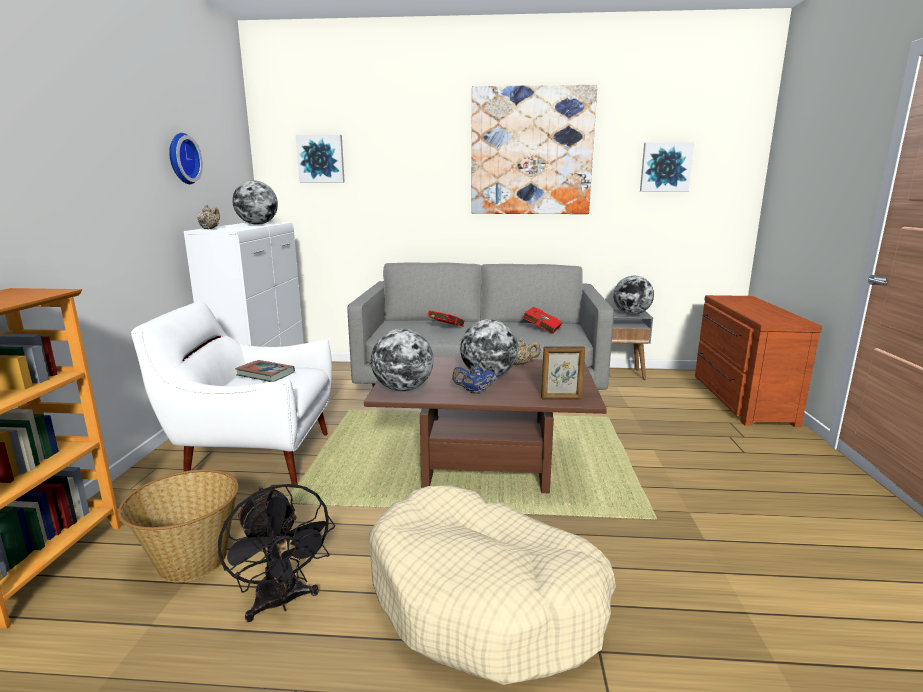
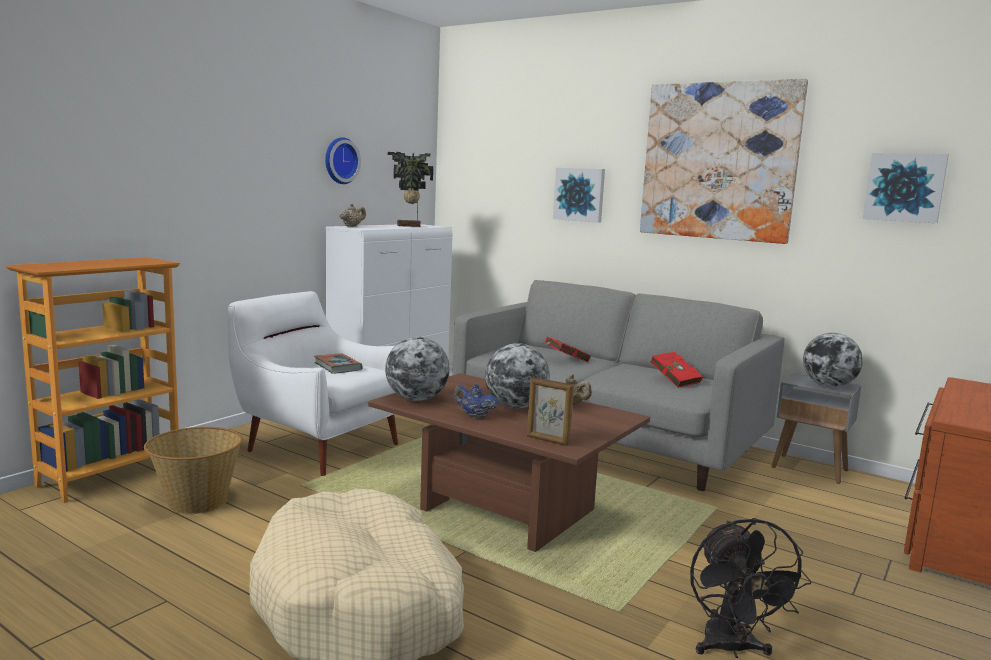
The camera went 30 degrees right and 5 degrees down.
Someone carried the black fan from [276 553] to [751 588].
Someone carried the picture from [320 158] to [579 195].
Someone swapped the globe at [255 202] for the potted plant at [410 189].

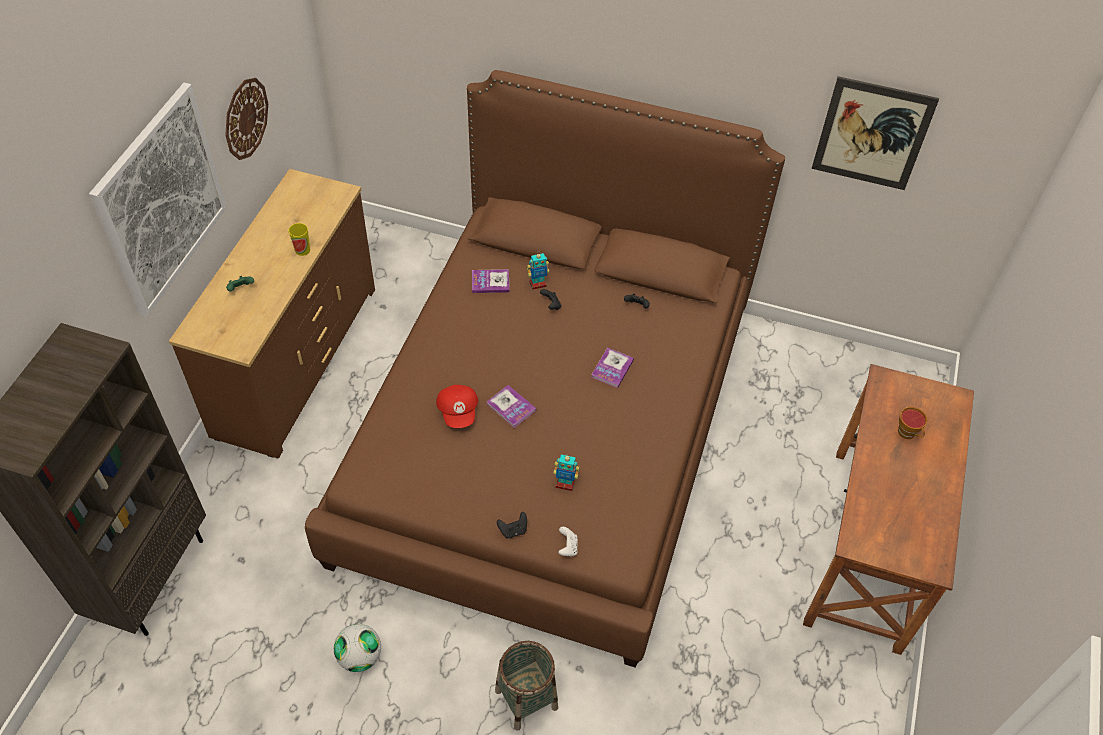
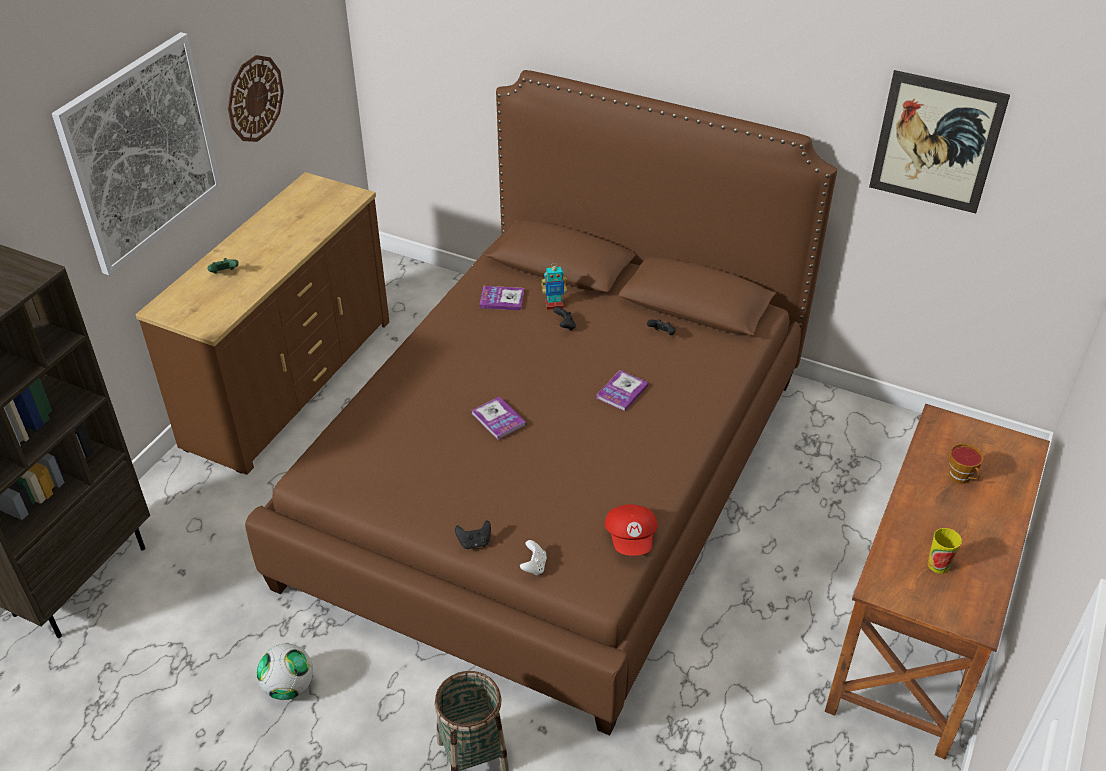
The camera went 10 degrees right and 10 degrees down.
Someone took away the toy robot at [567 472].
Someone carried the cup from [299 239] to [945 550].
Someone carried the red cap from [457 406] to [631 530].

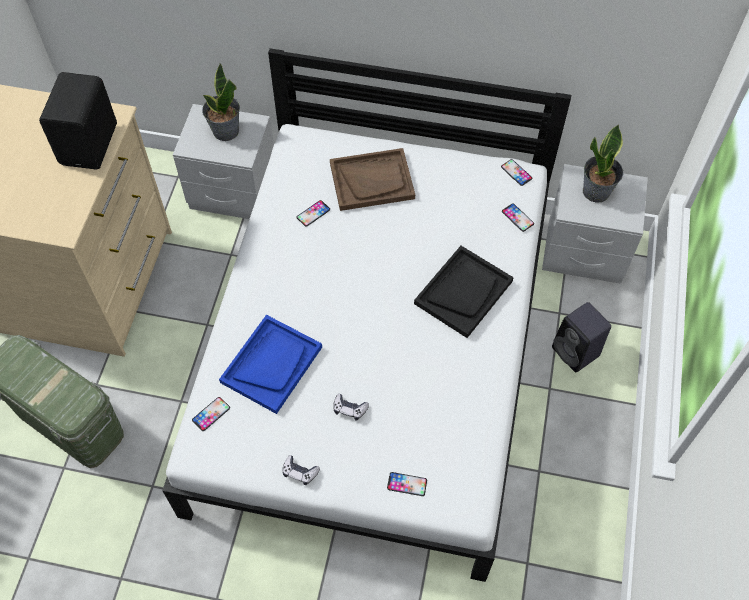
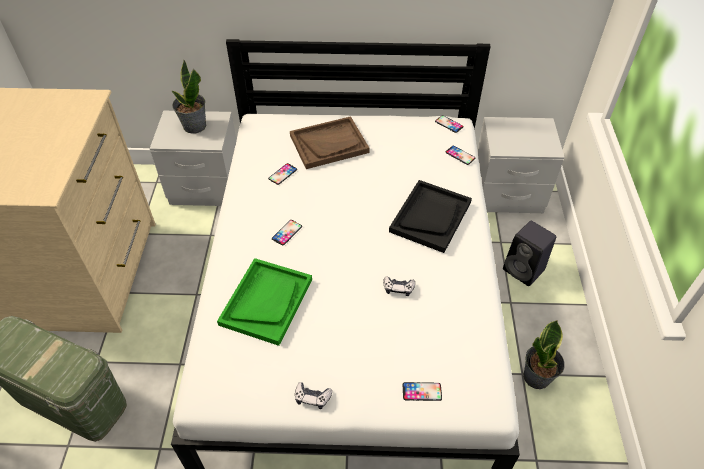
The camera went 10 degrees left and 10 degrees down.
Someone took away the black speaker at [78 120].
Someone carried the phone from [211 414] to [287 233].
Someone carried the game controller from [351 407] to [399 286].
Someone carried the potted plant from [603 163] to [544 354].
Someone repainted the blue tray at [270 364], which became the green tray at [264 302].

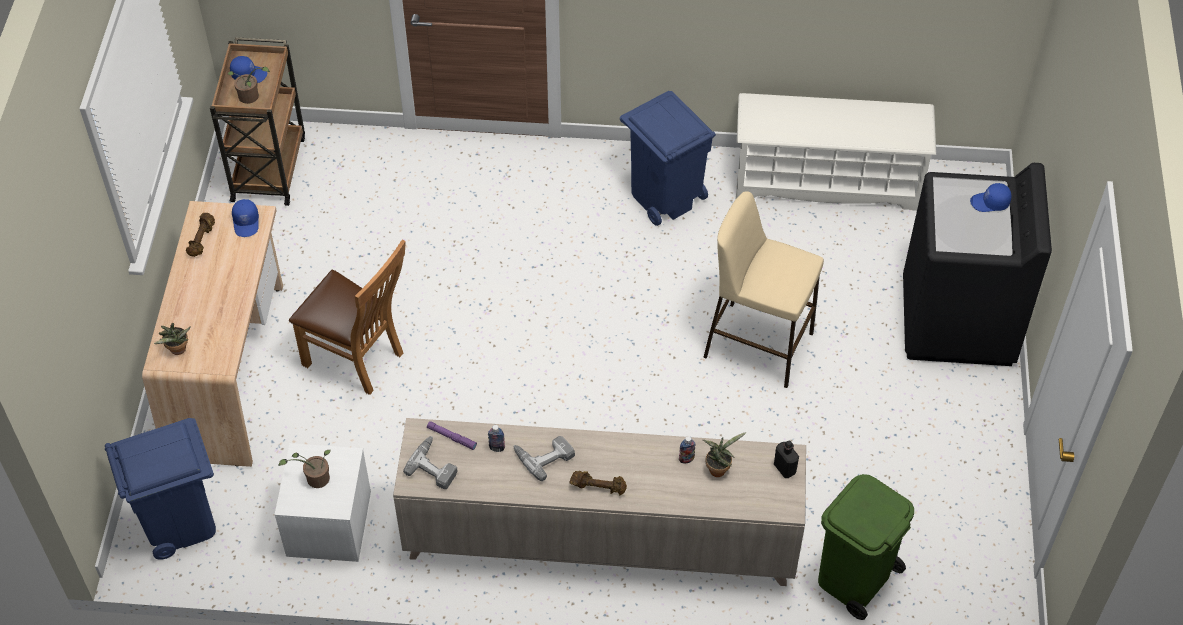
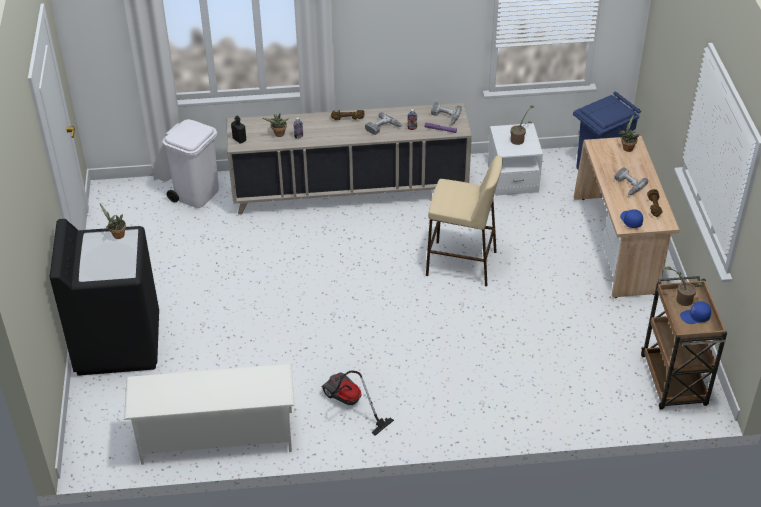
The camera went 170 degrees right and 10 degrees down.
Someone took away the brown chair at [347 317].
Someone took away the blue cap at [990 197].
Someone put down the potted plant at [113 221].
Someone put down the power drill at [631 181].
Someone carried the beige stool from [763 289] to [464 220].
Someone swapped the blue trash can at [668 158] for the vacuum cleaner at [358 403].
Someone repainted the green trash can at [866 547], which became the white trash can at [191 163].

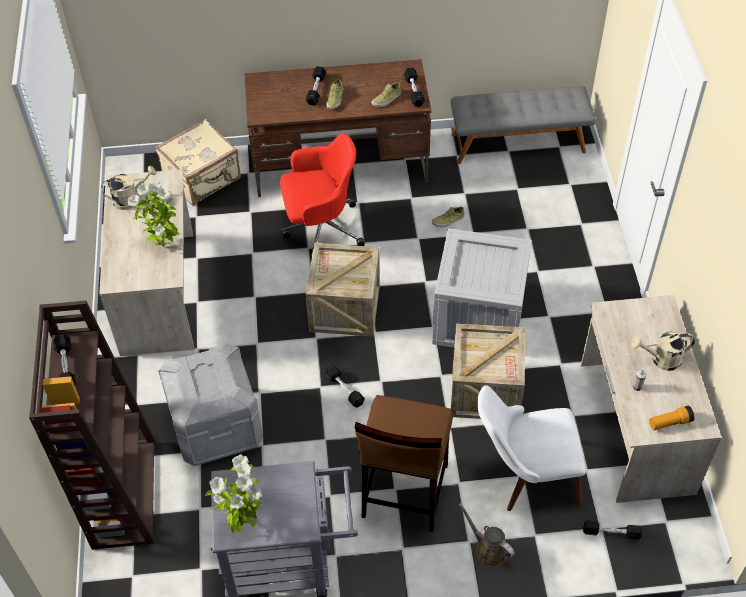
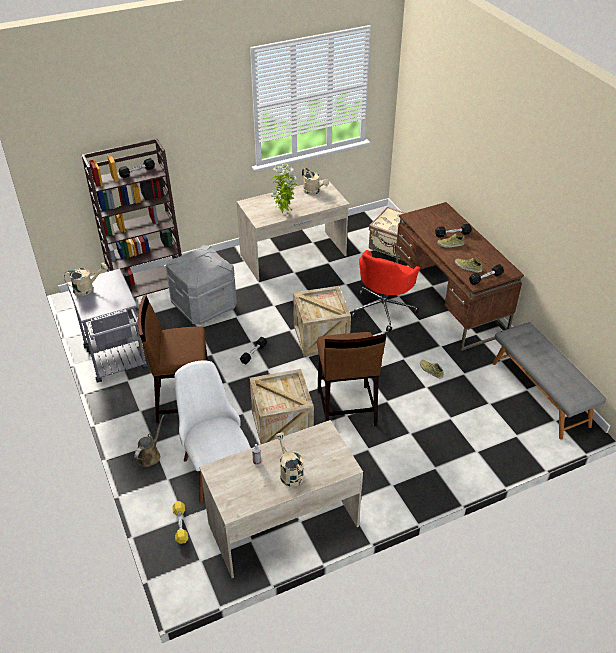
The camera went 70 degrees right and 10 degrees down.
Someone took away the flashlight at [672 418].
Someone swapped the potted plant at [233 493] for the beige watering can at [86 279].
Someone swapped the crate at [482 287] for the brown stool at [351 379].
Someone repainted the black dumbbell at [612 530], which became the yellow dumbbell at [180 522].
Someone rotated the red office chair at [322 195] by 60 degrees clockwise.

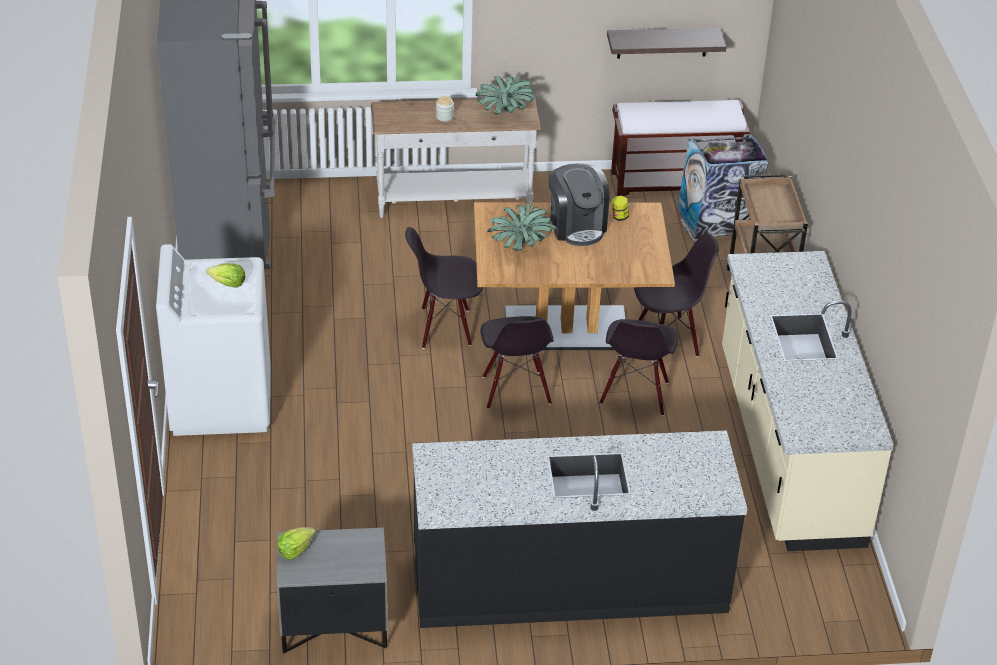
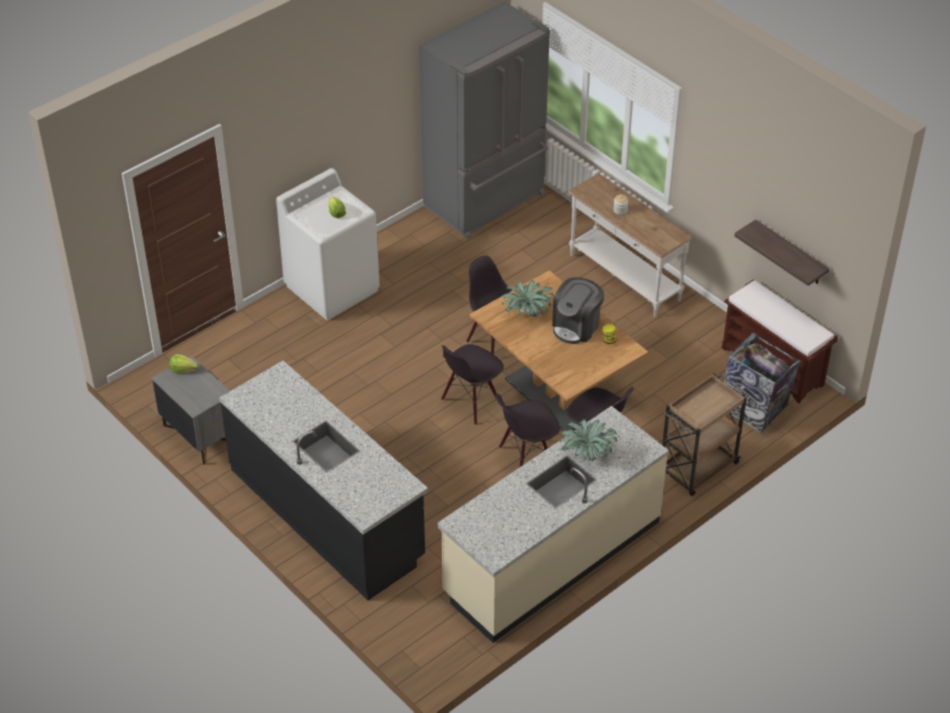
The camera went 55 degrees right and 5 degrees up.
Someone carried the potted plant from [506 94] to [588 440].

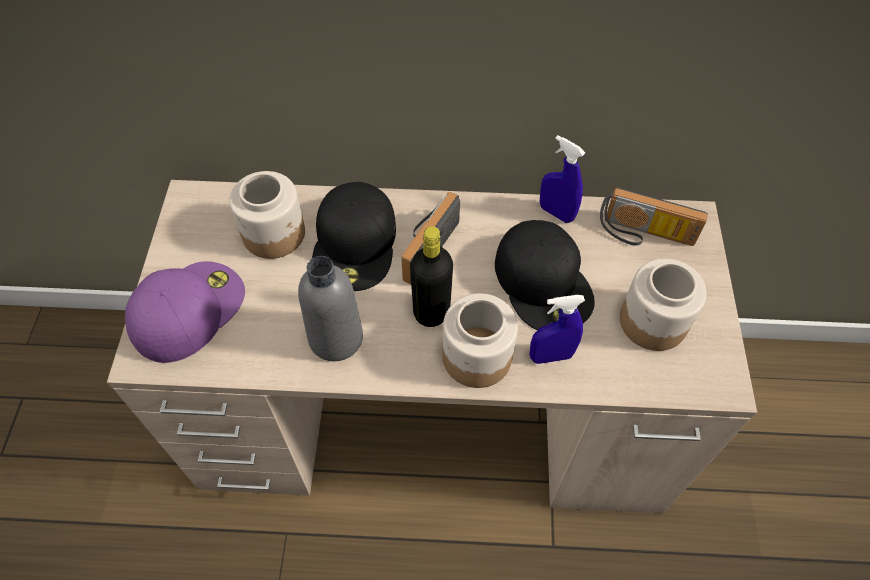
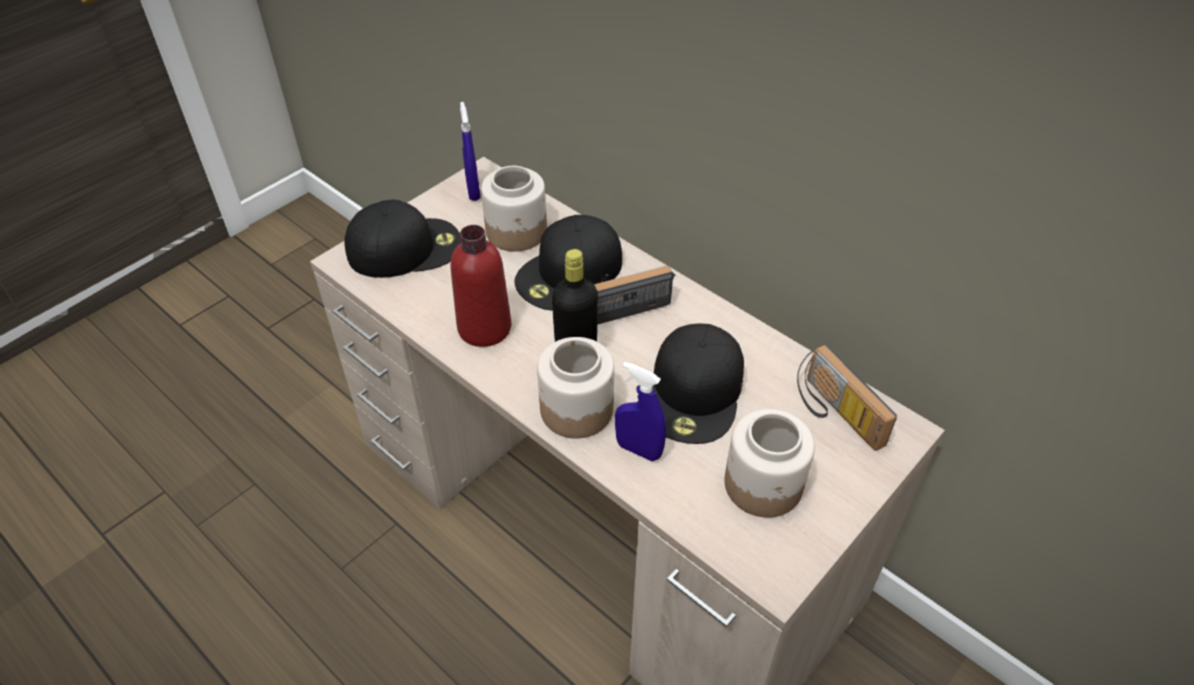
The camera went 40 degrees right and 10 degrees down.
Someone carried the blue spray bottle from [562 179] to [470 151].
Someone repainted the purple cap at [185 312], which became the black cap at [402 239].
Someone repainted the grey bottle at [330 308], which became the red bottle at [481 286].

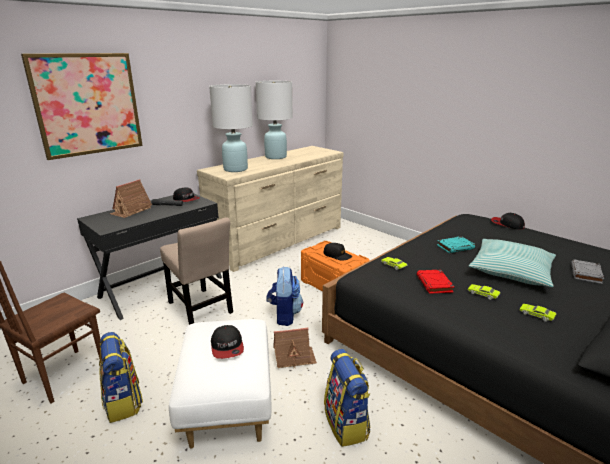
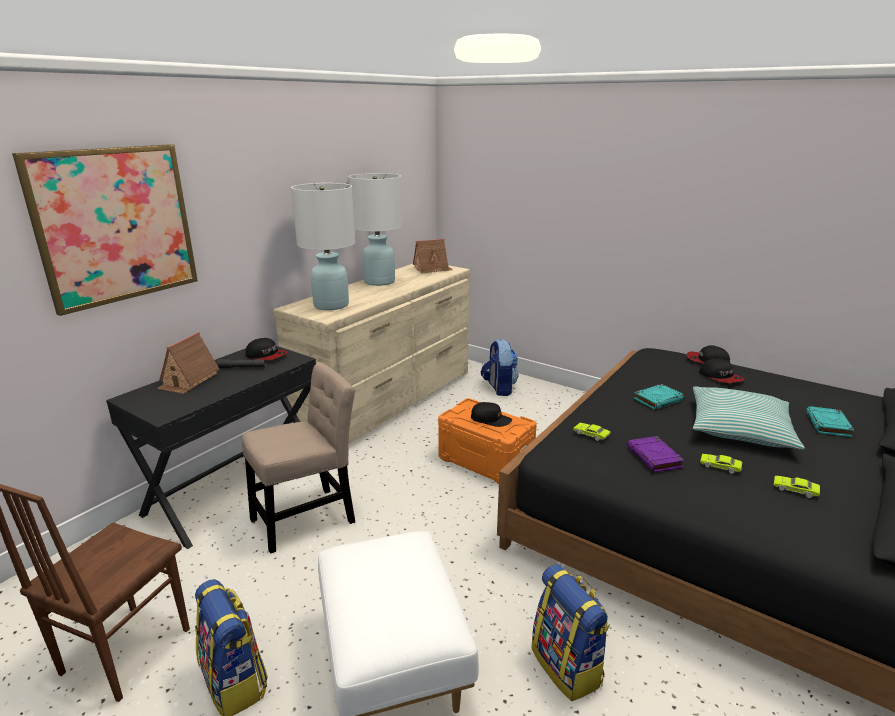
The camera went 10 degrees left and 0 degrees up.
Someone carried the cap from [227 342] to [722 371].
Someone carried the backpack from [285 296] to [500 367].
Someone carried the toy house from [295 348] to [433 256].
Someone repainted the red book at [435 282], which became the purple book at [655 454].
Someone repainted the grey book at [587 271], which became the turquoise book at [830 421].
Someone rotated the beige chair at [196 271] by 75 degrees counterclockwise.

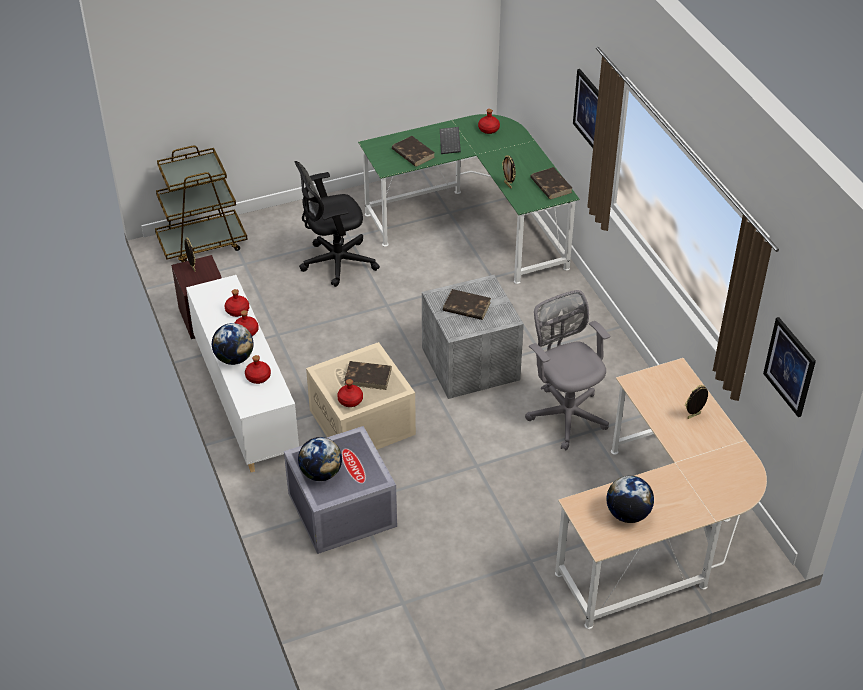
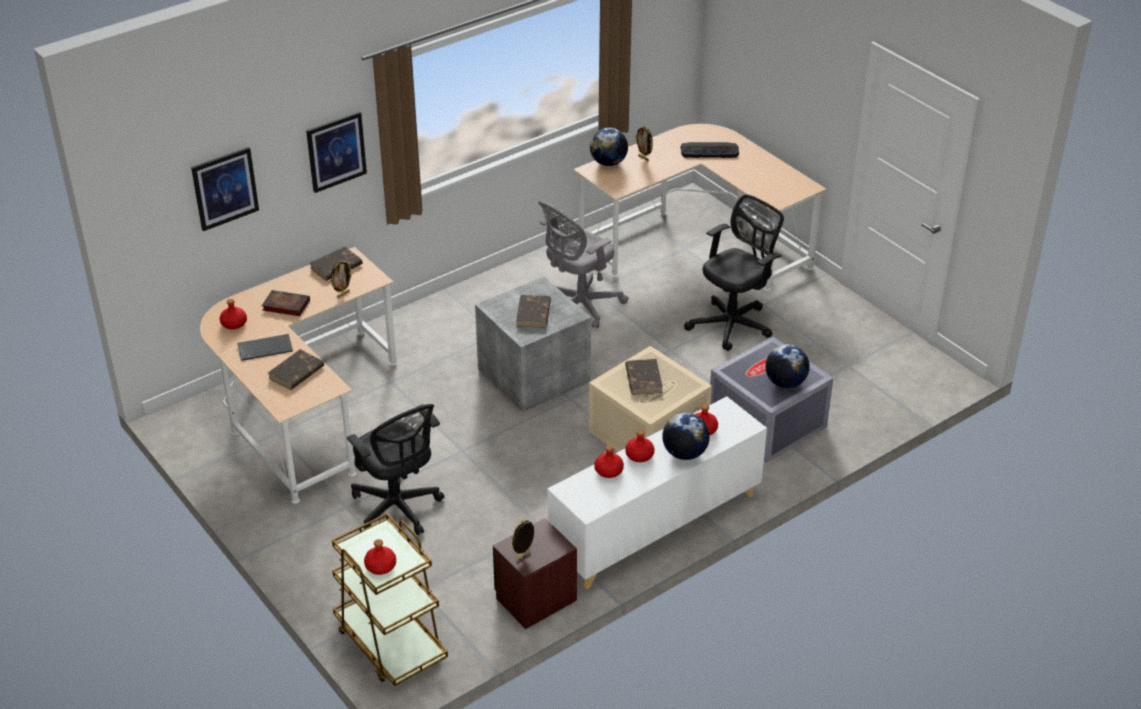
The camera went 105 degrees left and 5 degrees down.
Someone put down the book at [286 303].
Someone put down the keyboard at [709 150].
Someone put down the black office chair at [734 272].
Someone carried the red bottle from [350 393] to [380 557].
Someone carried the globe from [630 499] to [609 147].
Someone carried the picture from [789 367] to [225 189].
Someone repainted the green desk at [469 199], which became the beige desk at [298 375].

